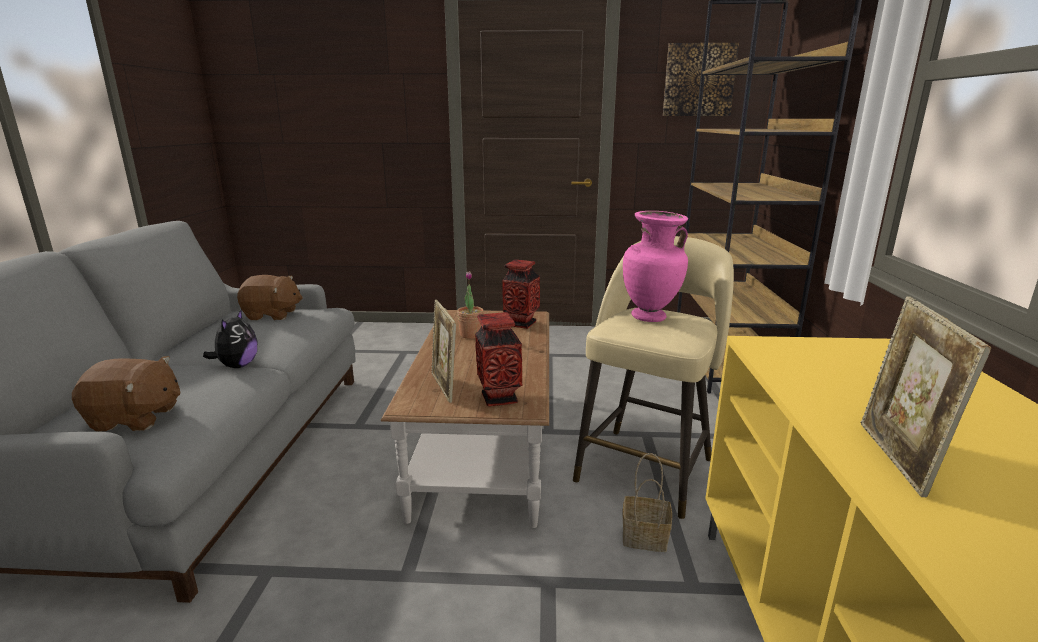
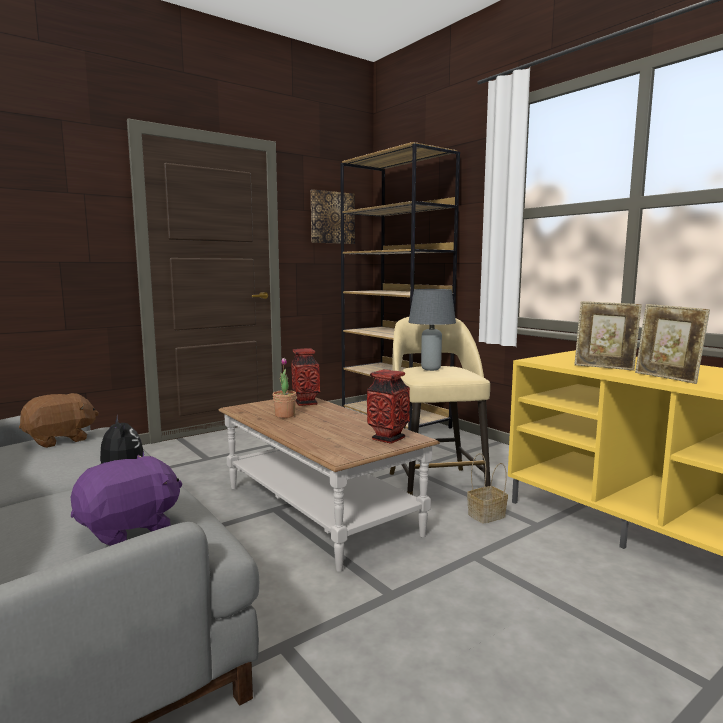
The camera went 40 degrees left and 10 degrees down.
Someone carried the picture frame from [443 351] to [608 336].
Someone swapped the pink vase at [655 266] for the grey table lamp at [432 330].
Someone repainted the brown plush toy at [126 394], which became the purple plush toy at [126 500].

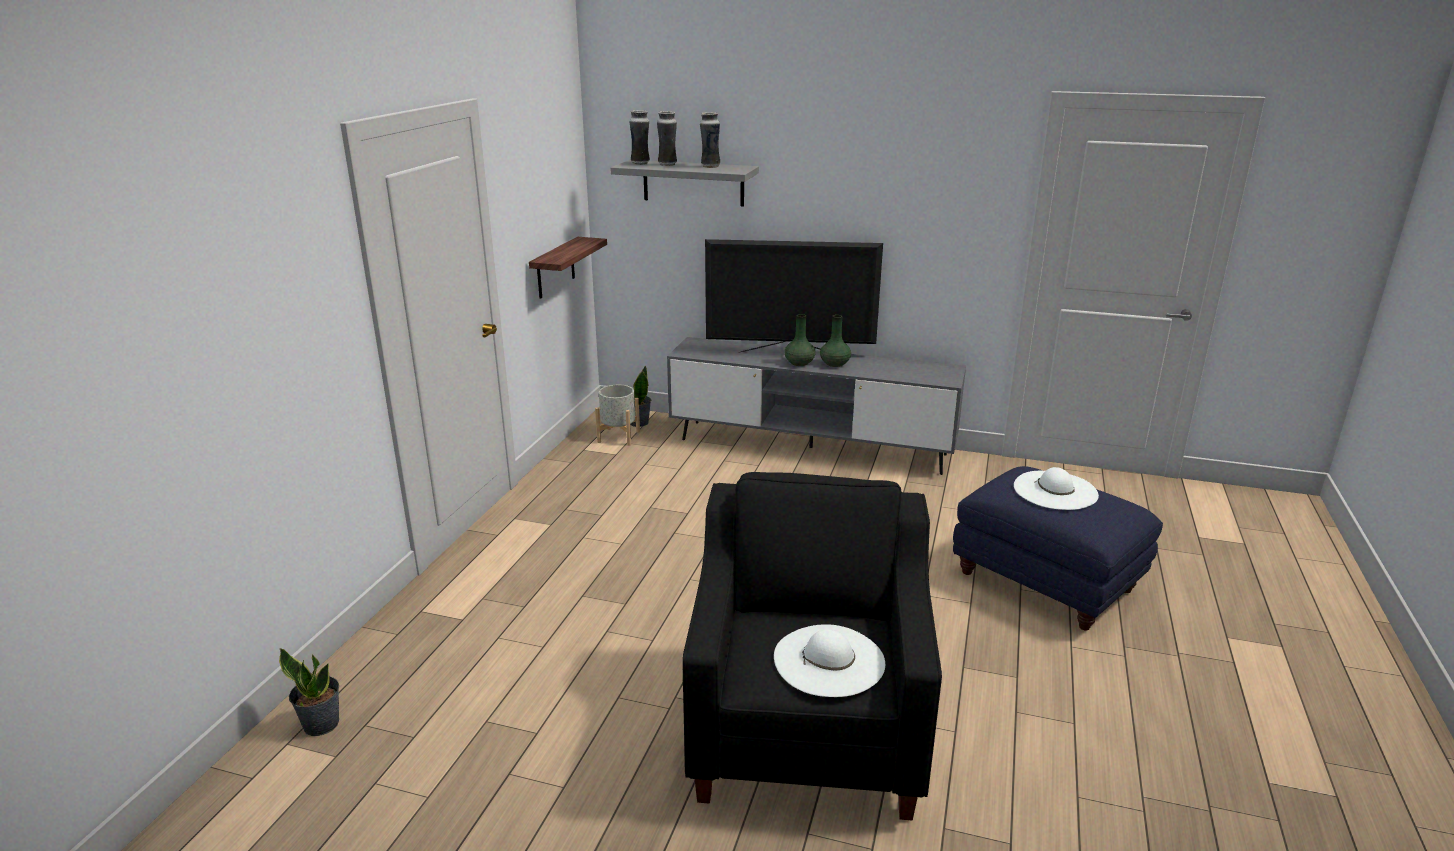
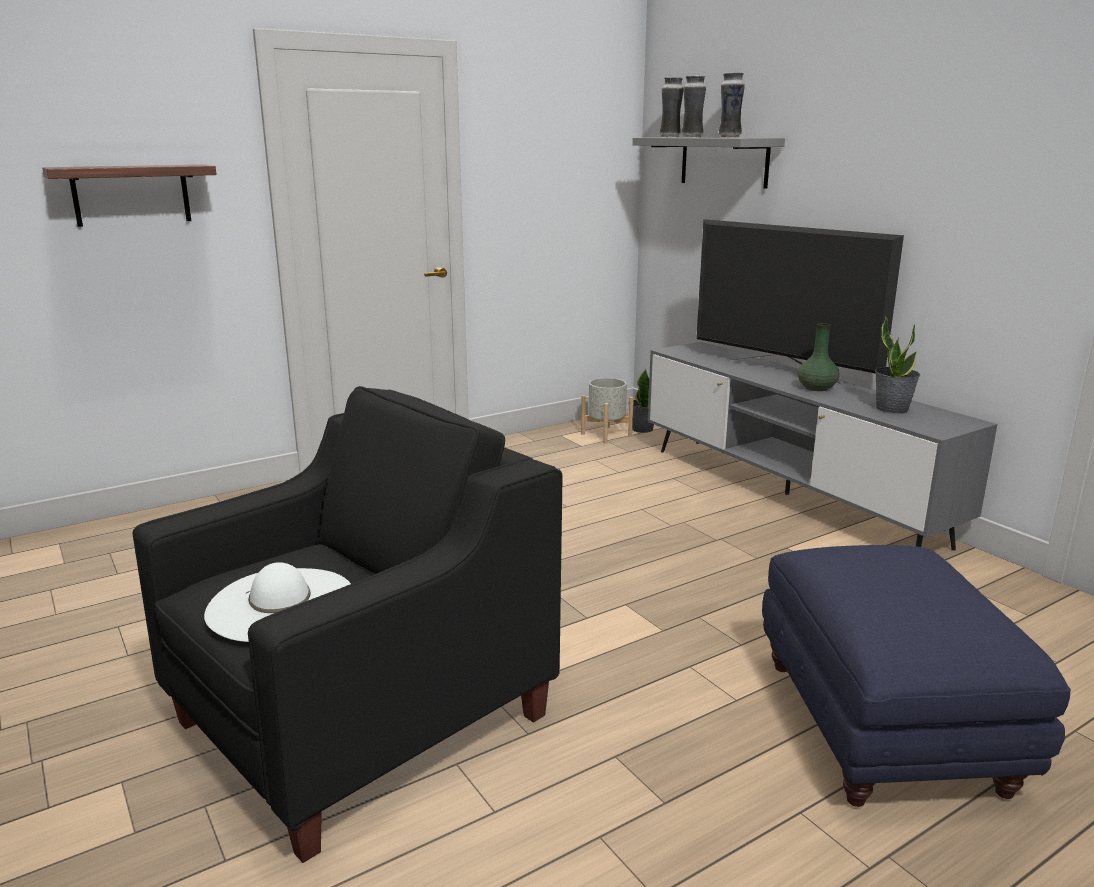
The camera went 40 degrees right and 5 degrees down.
Someone took away the green vase at [800 340].
Someone took away the white hat at [1056 488].
Someone carried the potted plant from [309 692] to [897 365].
Someone carried the shelf from [568 268] to [129 196].

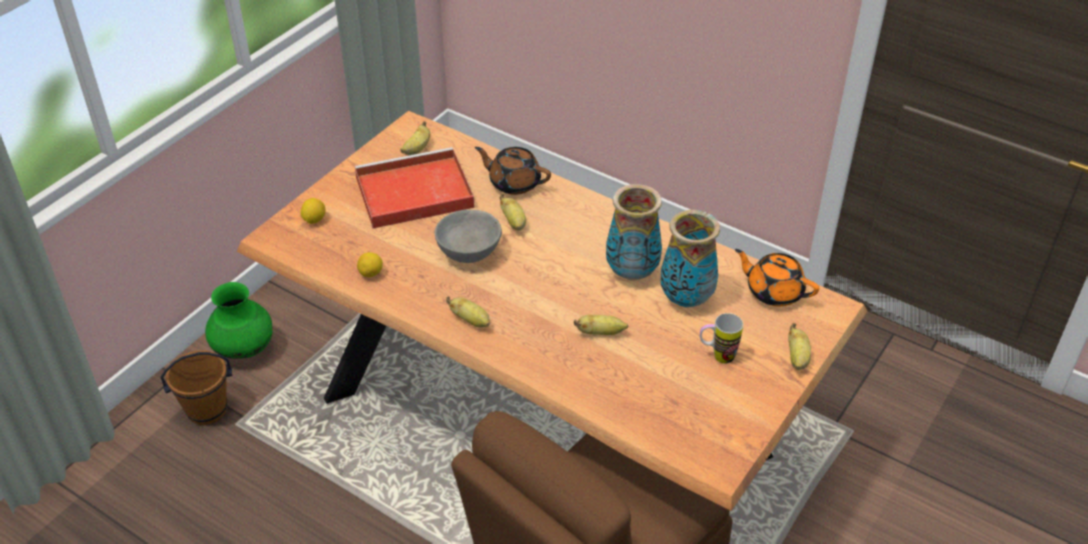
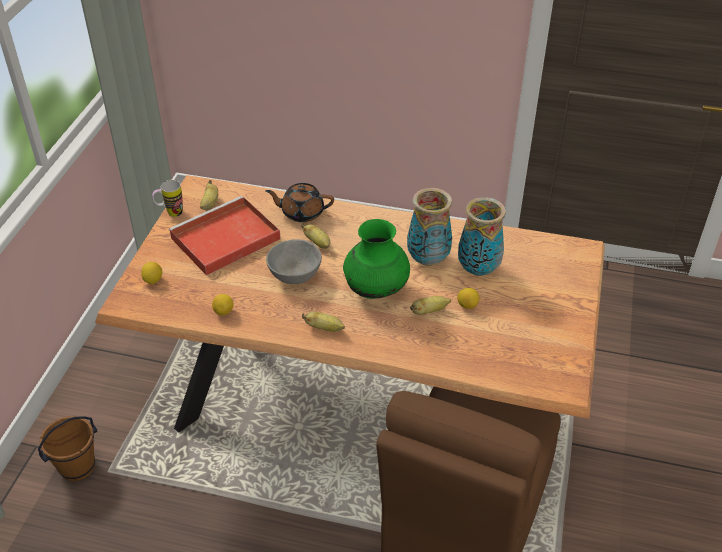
The camera went 20 degrees left and 0 degrees up.
Someone took away the orange teapot at [777 277].
Someone took away the banana at [799 346].
Someone put down the lemon at [468 298].
Someone carried the green vase from [238 320] to [376 259].
Someone carried the mug from [721 338] to [167 198].

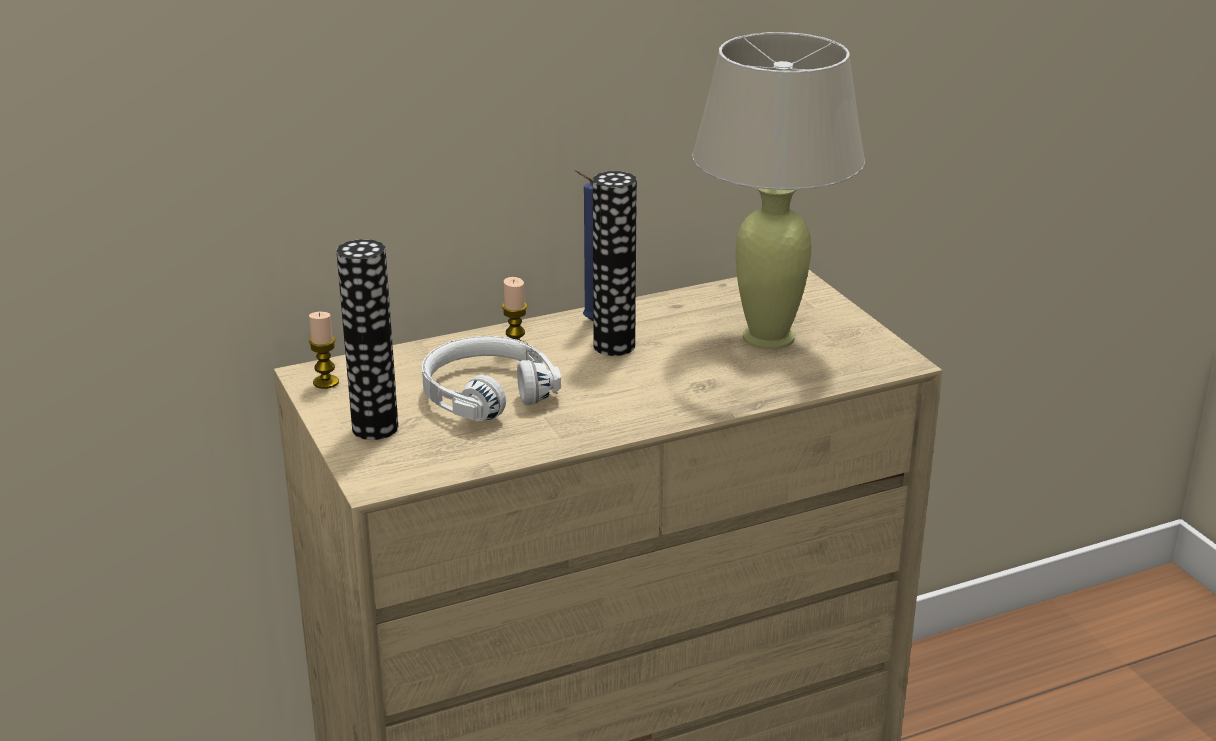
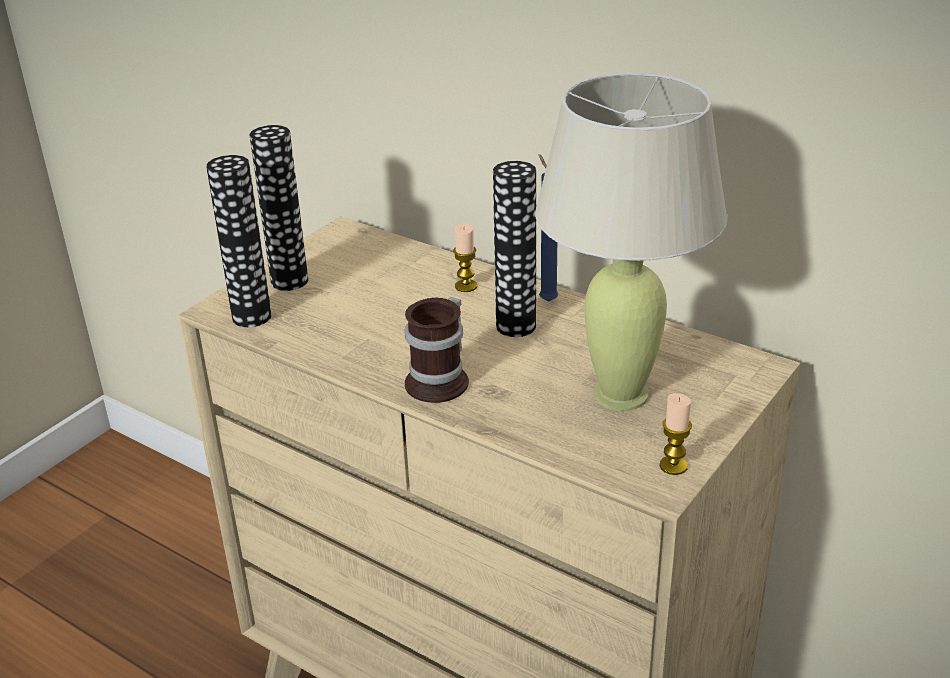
The camera went 60 degrees right and 5 degrees up.
Someone took away the white headphones at [491 379].
Someone put down the vase at [239 241].
Someone put down the mug at [437 350].
Someone carried the candle from [324 350] to [676 434].

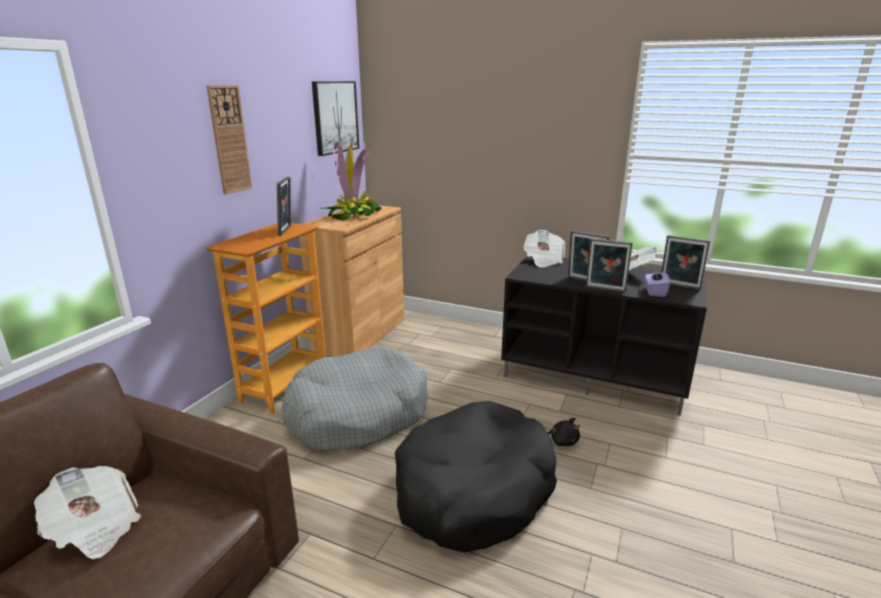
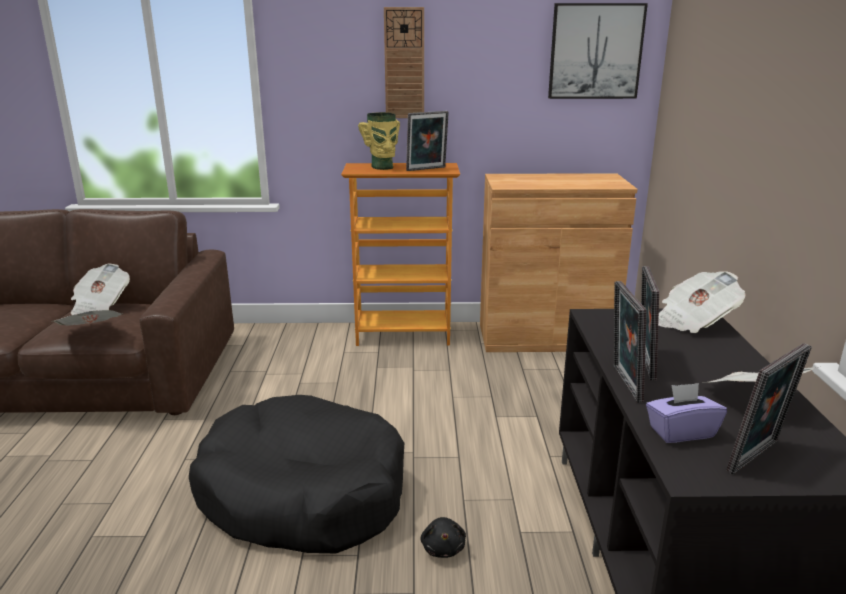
The camera went 65 degrees right and 0 degrees up.
Someone took away the grey dog bed at [355 399].
Someone took away the potted plant at [351 177].
Someone put down the newspaper at [88 318].
Someone put down the vase at [379 141].
Someone rotated the picture frame at [685 262] by 135 degrees counterclockwise.

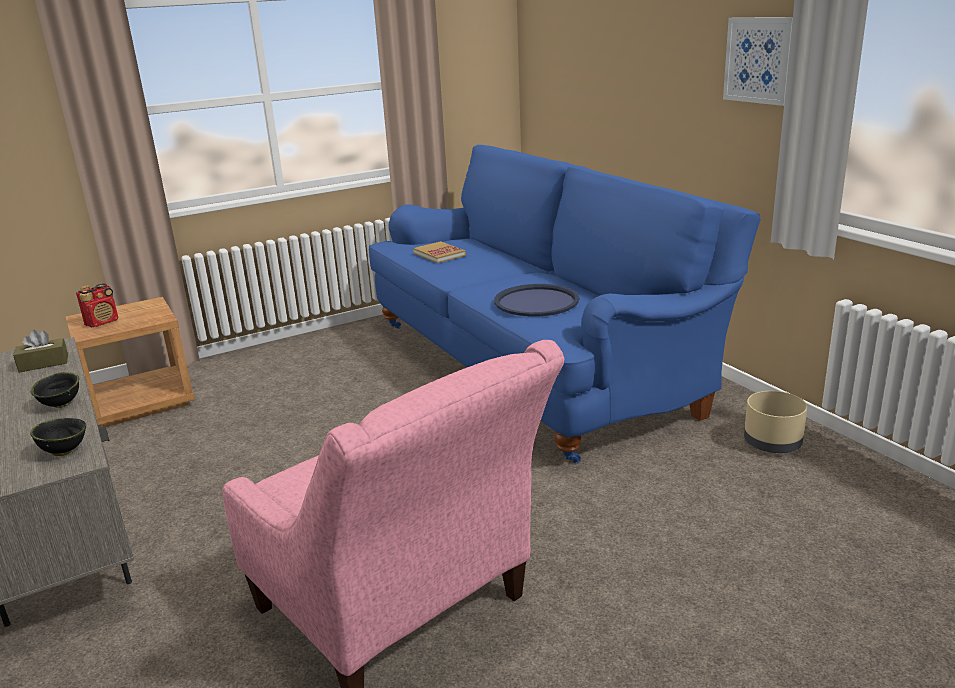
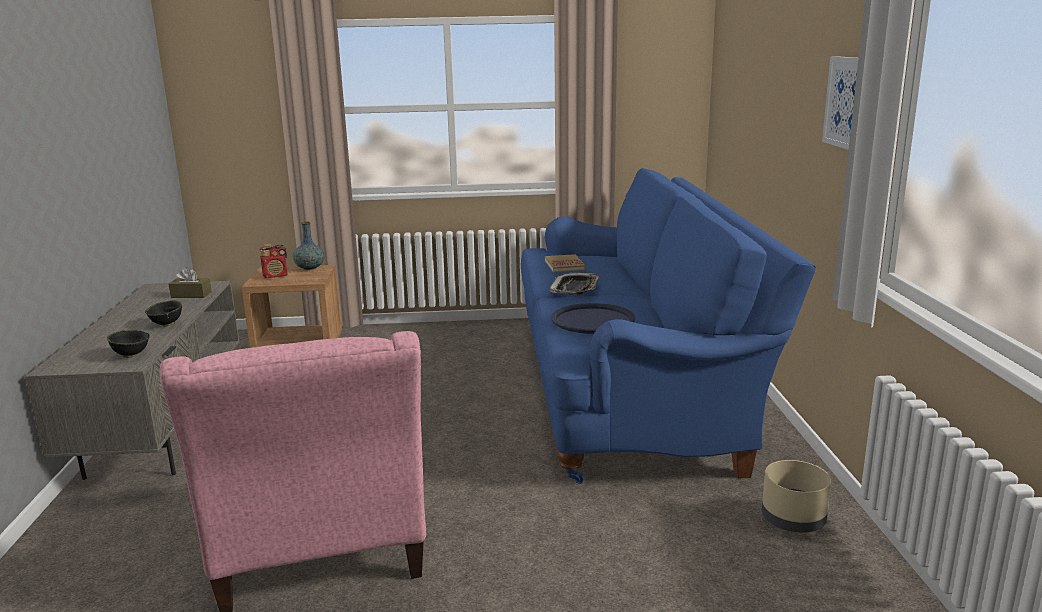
The camera went 25 degrees right and 5 degrees down.
Someone put down the vase at [309 246].
Someone put down the tray at [575 283].

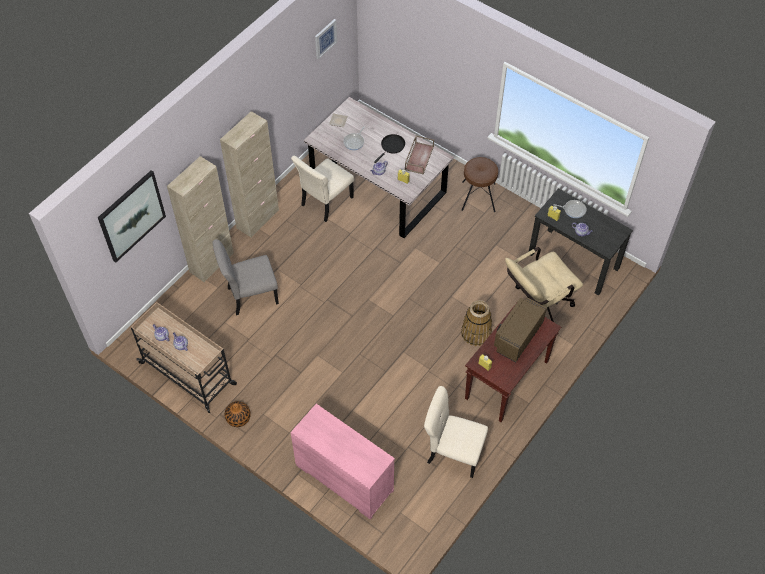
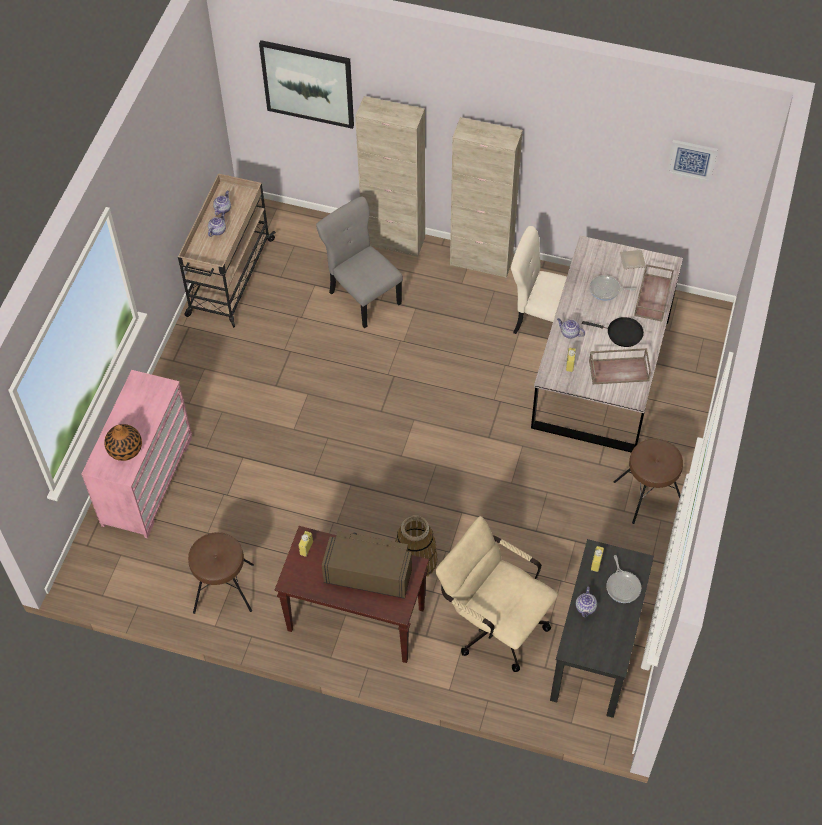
The camera went 70 degrees right and 0 degrees up.
Someone put down the brown tray at [654 293].
Someone carried the vase from [238 414] to [123 442].
Someone swapped the beige chair at [456 432] for the brown stool at [221 573].

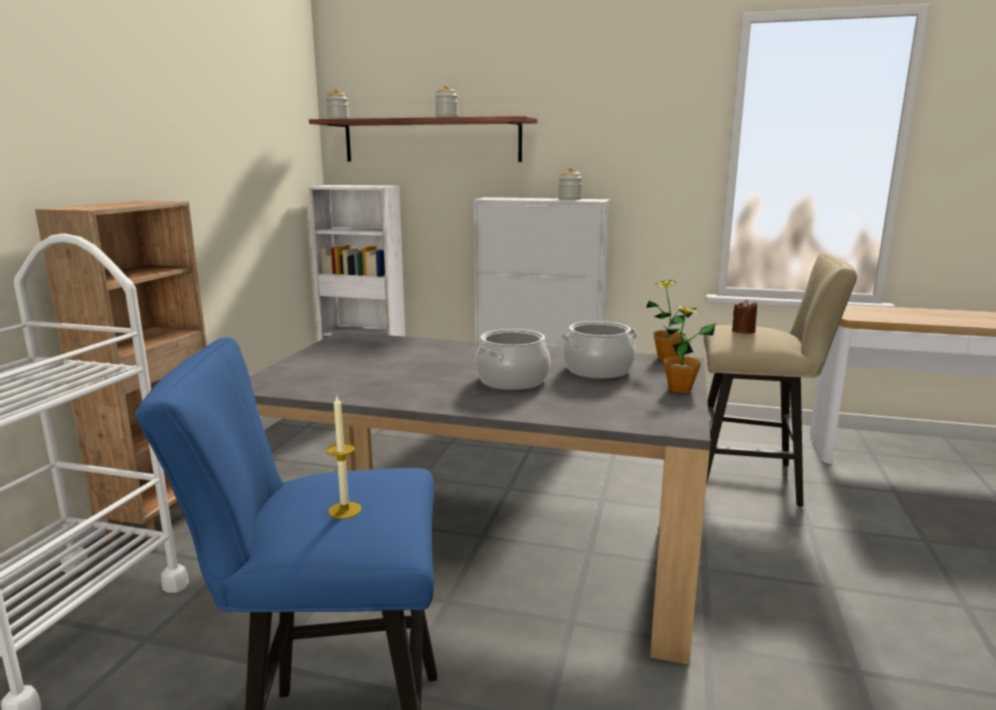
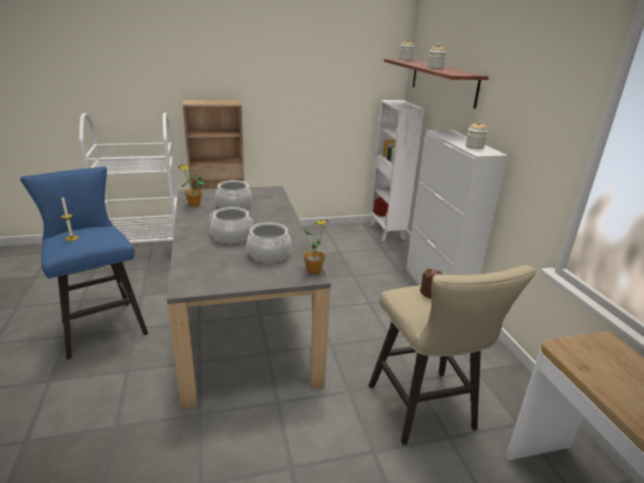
The camera went 60 degrees right and 10 degrees up.
Someone put down the cooking pot at [234 194].
Someone carried the potted plant from [688 349] to [192 186].

